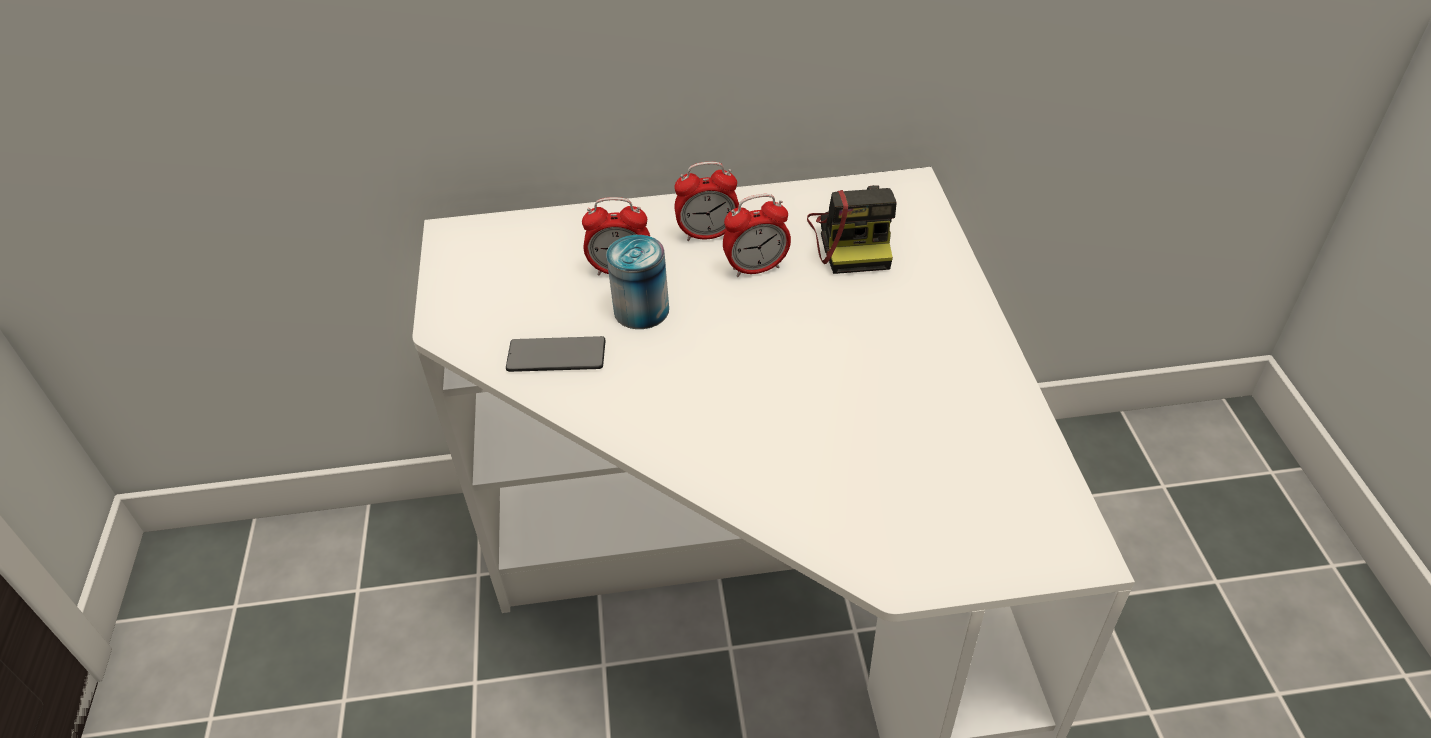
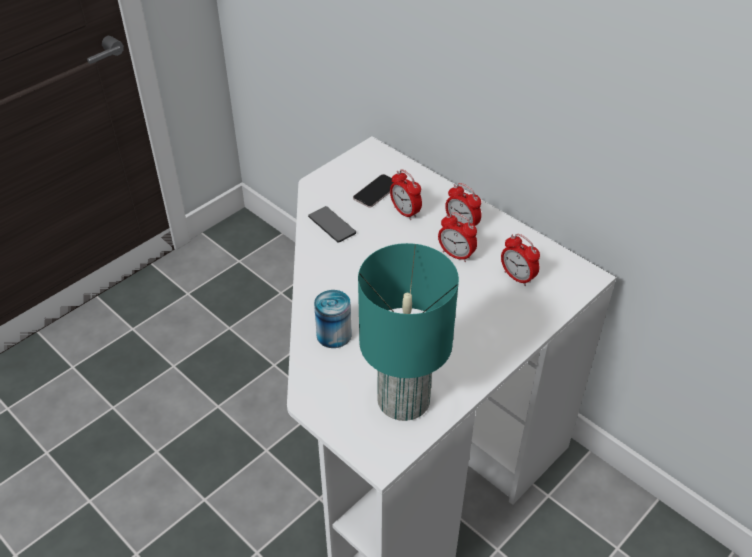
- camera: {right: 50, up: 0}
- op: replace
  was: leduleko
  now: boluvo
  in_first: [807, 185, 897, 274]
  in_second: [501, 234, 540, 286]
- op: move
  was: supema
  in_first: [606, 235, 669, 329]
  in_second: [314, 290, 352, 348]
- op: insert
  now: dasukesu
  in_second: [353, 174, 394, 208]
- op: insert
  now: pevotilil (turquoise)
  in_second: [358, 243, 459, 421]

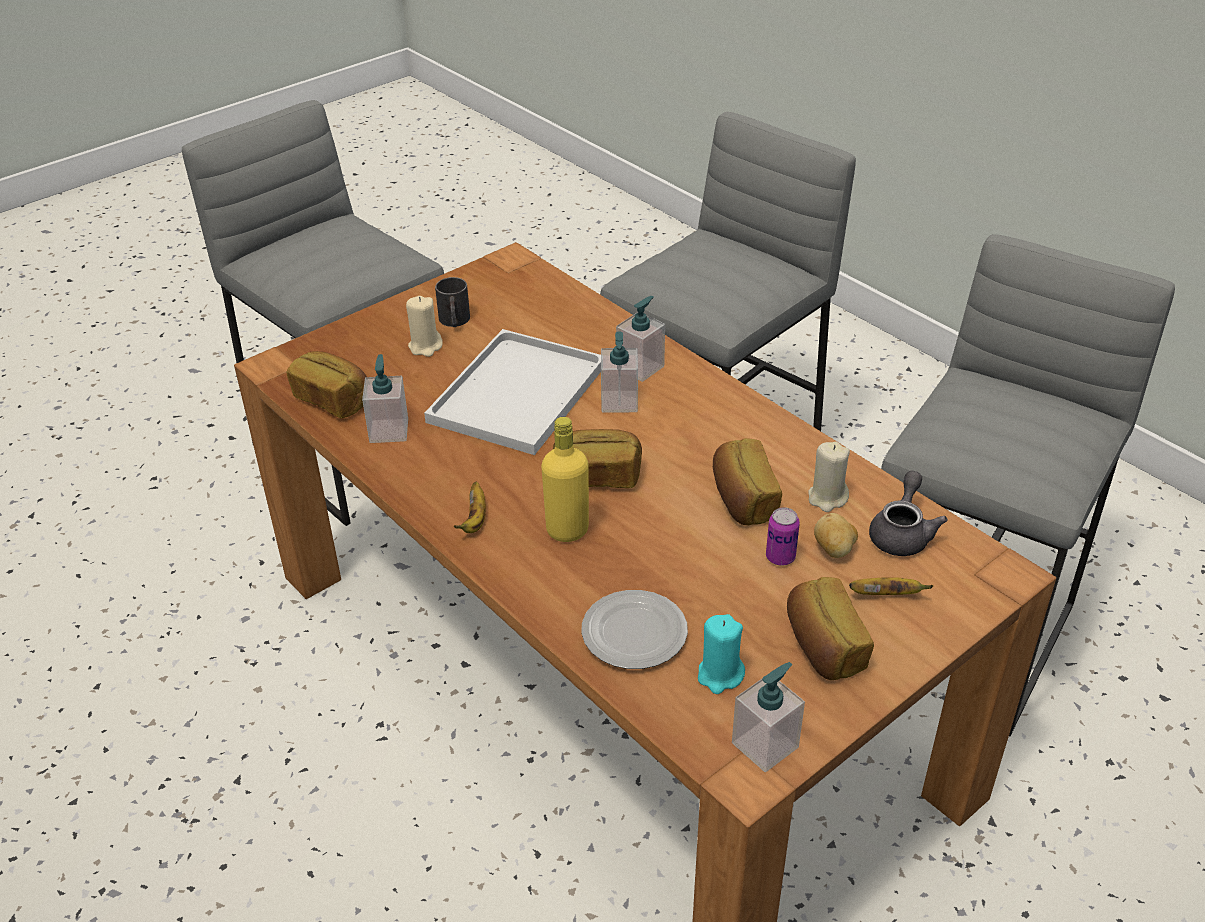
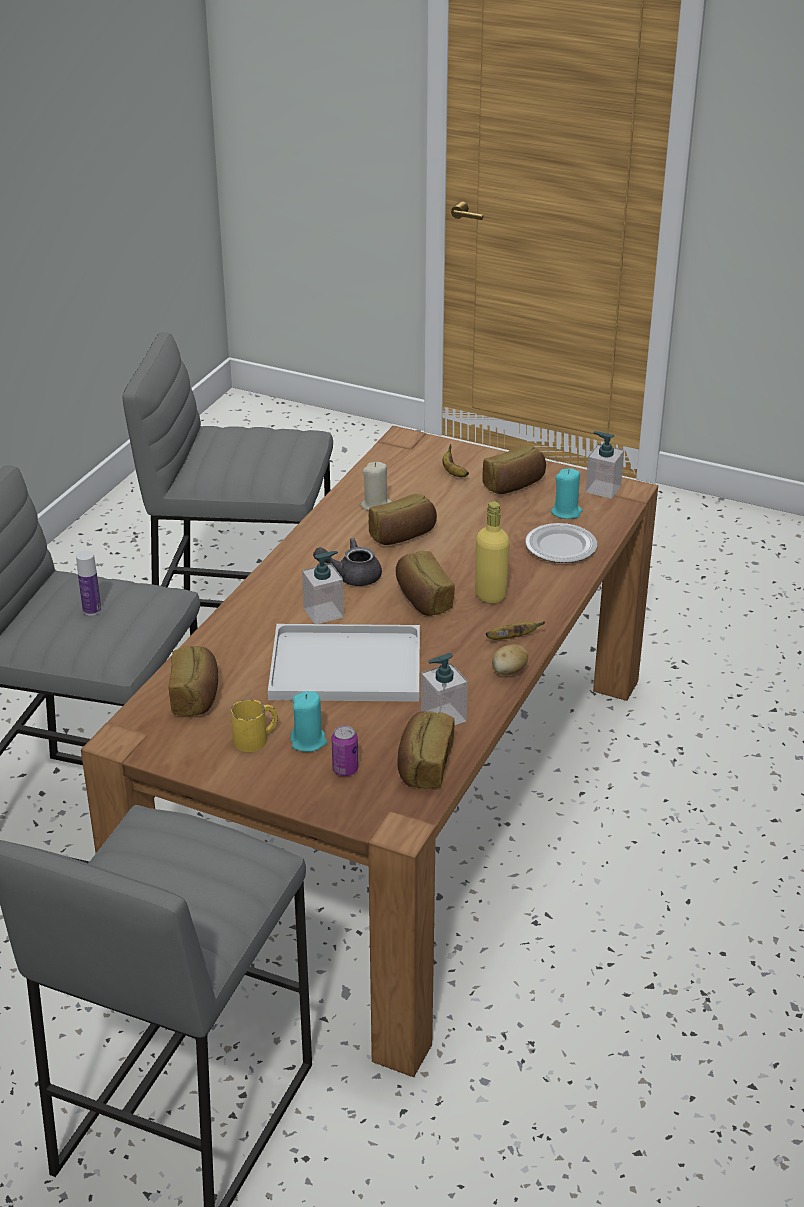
- camera: {right: -115, up: -5}
- op: recolor
  was: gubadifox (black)
  now: gubadifox (yellow)
  in_first: [435, 277, 470, 327]
  in_second: [231, 699, 278, 752]
- op: recolor
  was: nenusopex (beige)
  now: nenusopex (turquoise)
  in_first: [406, 296, 443, 357]
  in_second: [290, 691, 327, 752]
- op: delete
  was: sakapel
  in_first: [616, 296, 665, 382]
- op: move
  was: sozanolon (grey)
  in_first: [869, 471, 948, 556]
  in_second: [313, 538, 382, 586]
- op: move
  was: supema
  in_first: [766, 507, 800, 566]
  in_second: [332, 725, 358, 776]
- op: move
  was: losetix
  in_first: [814, 513, 858, 558]
  in_second: [492, 645, 528, 675]
- op: insert
  now: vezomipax
  in_second: [76, 550, 101, 616]
- op: insert
  now: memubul
  in_second: [169, 646, 218, 716]

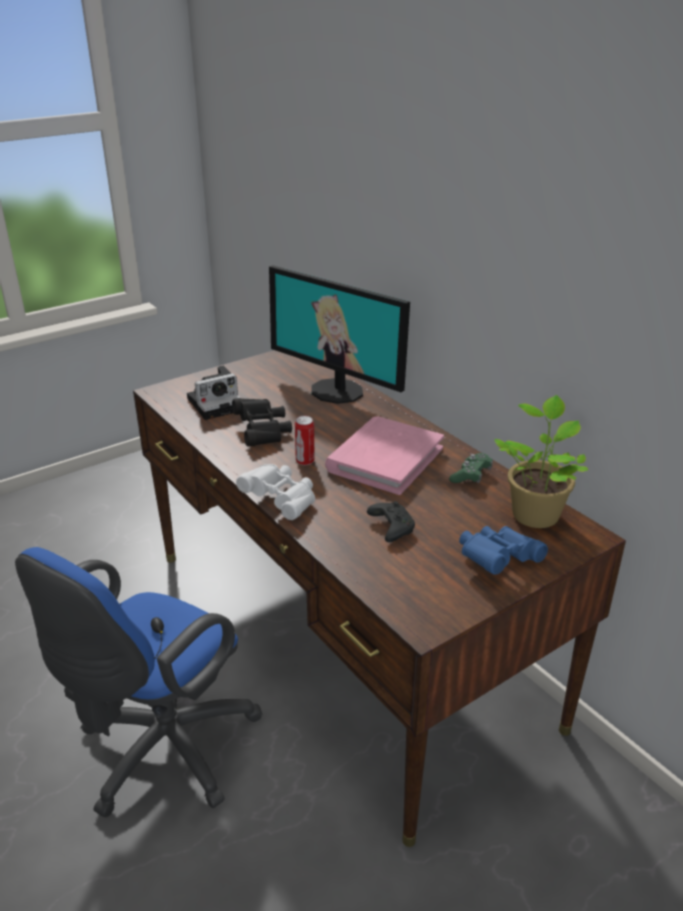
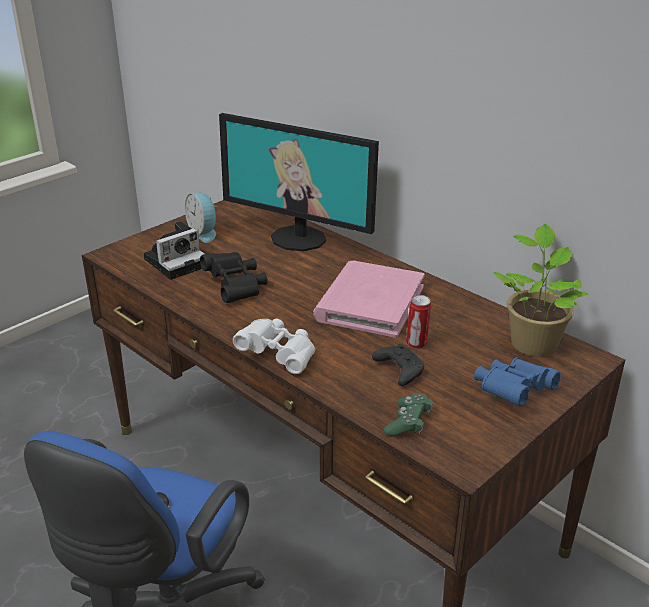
- camera: {right: -10, up: 0}
- op: move
  was: supema
  in_first: [295, 415, 314, 465]
  in_second: [406, 295, 431, 349]
- op: move
  was: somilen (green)
  in_first: [449, 453, 493, 483]
  in_second: [384, 393, 433, 436]
- op: insert
  now: boluvo
  in_second: [185, 192, 217, 243]

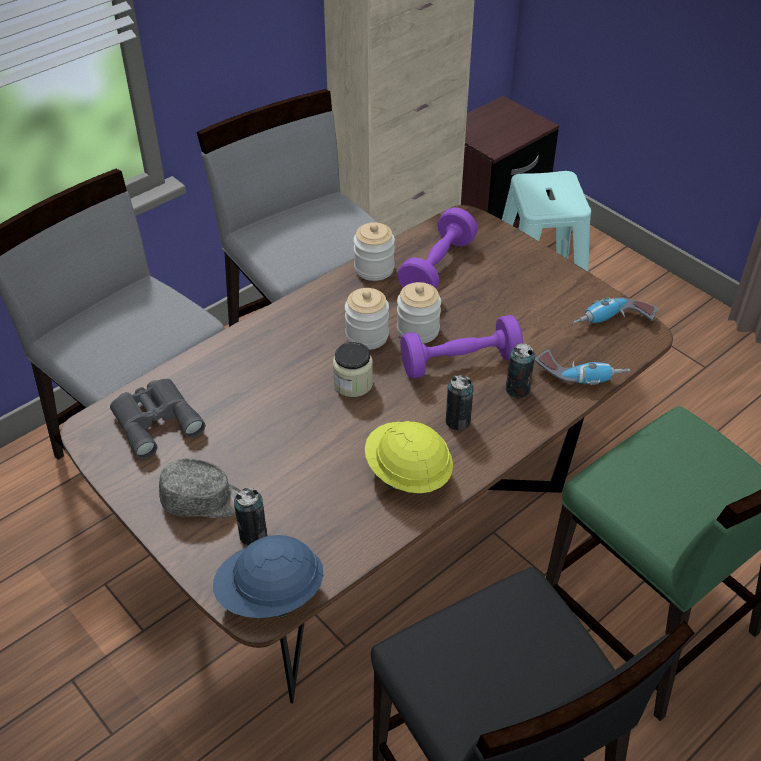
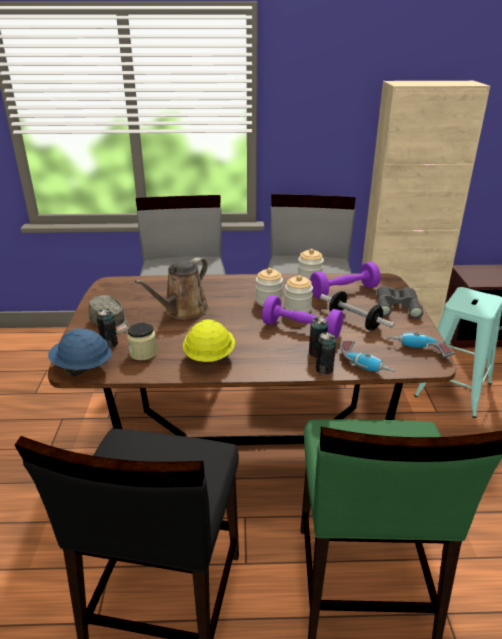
- camera: {right: 40, up: -15}
- op: move
  was: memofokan
  in_first: [333, 342, 373, 397]
  in_second: [127, 323, 157, 360]
- op: move
  was: supema
  in_first: [446, 375, 474, 430]
  in_second: [316, 332, 336, 375]
- op: move
  was: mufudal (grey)
  in_first: [110, 379, 205, 459]
  in_second: [376, 286, 423, 319]
- op: insert
  now: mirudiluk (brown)
  in_second: [135, 257, 209, 319]
- op: insert
  now: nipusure
  in_second: [320, 291, 395, 331]

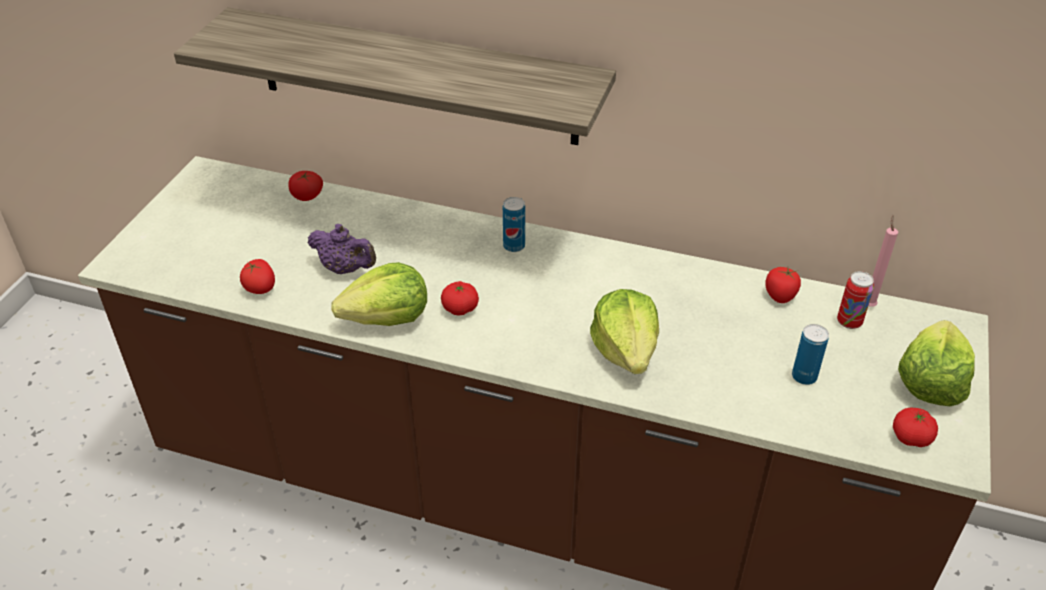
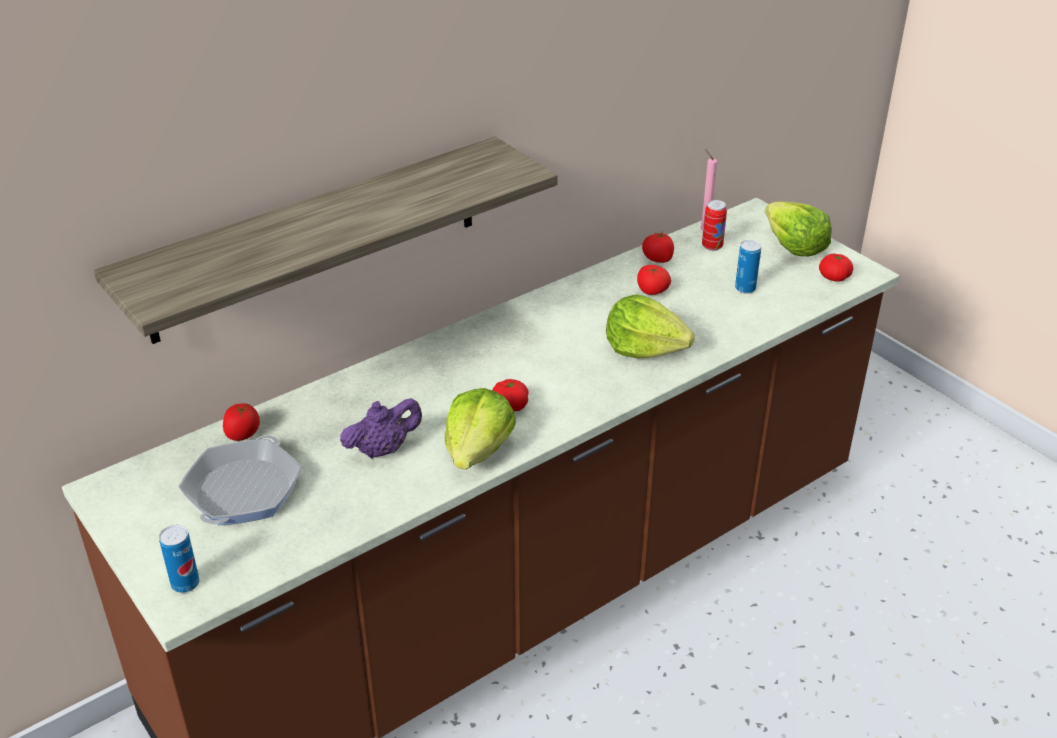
- camera: {right: -55, up: -5}
- op: move
  was: supema
  in_first: [503, 197, 525, 252]
  in_second: [159, 525, 200, 593]
- op: move
  was: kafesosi
  in_first: [240, 259, 275, 294]
  in_second: [637, 265, 671, 295]
- op: insert
  now: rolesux
  in_second: [178, 435, 302, 525]

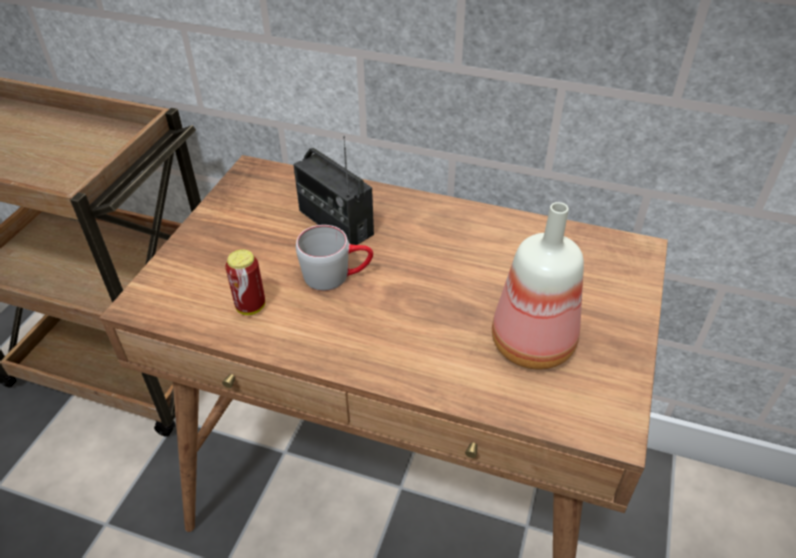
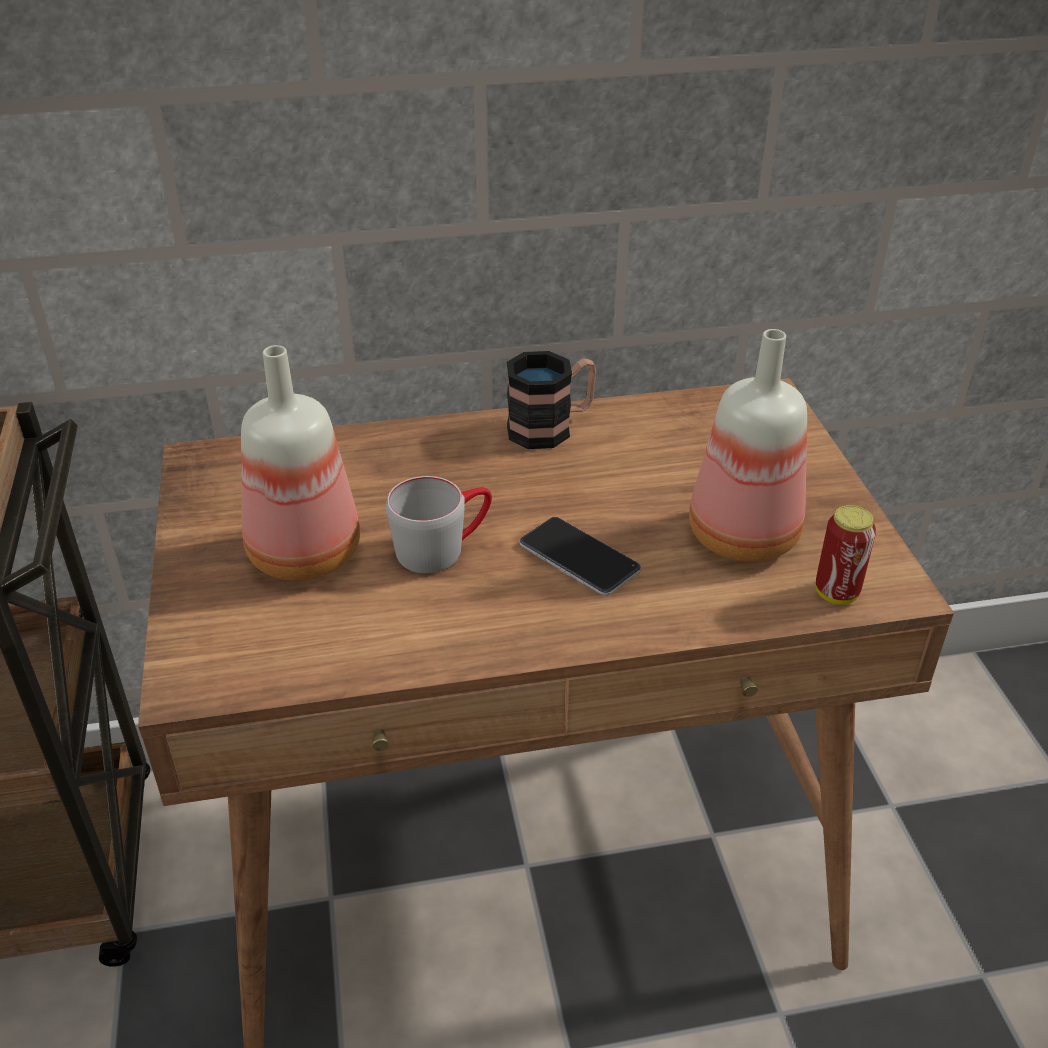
- camera: {right: -30, up: -5}
- op: delete
  was: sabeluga
  in_first: [293, 136, 374, 245]
- op: move
  was: supema
  in_first: [225, 249, 265, 315]
  in_second: [815, 505, 876, 604]
- op: insert
  now: vezomipax
  in_second: [241, 345, 360, 581]
- op: insert
  now: gubadifox
  in_second: [507, 351, 596, 449]
- op: insert
  now: dasukesu
  in_second: [519, 517, 641, 596]

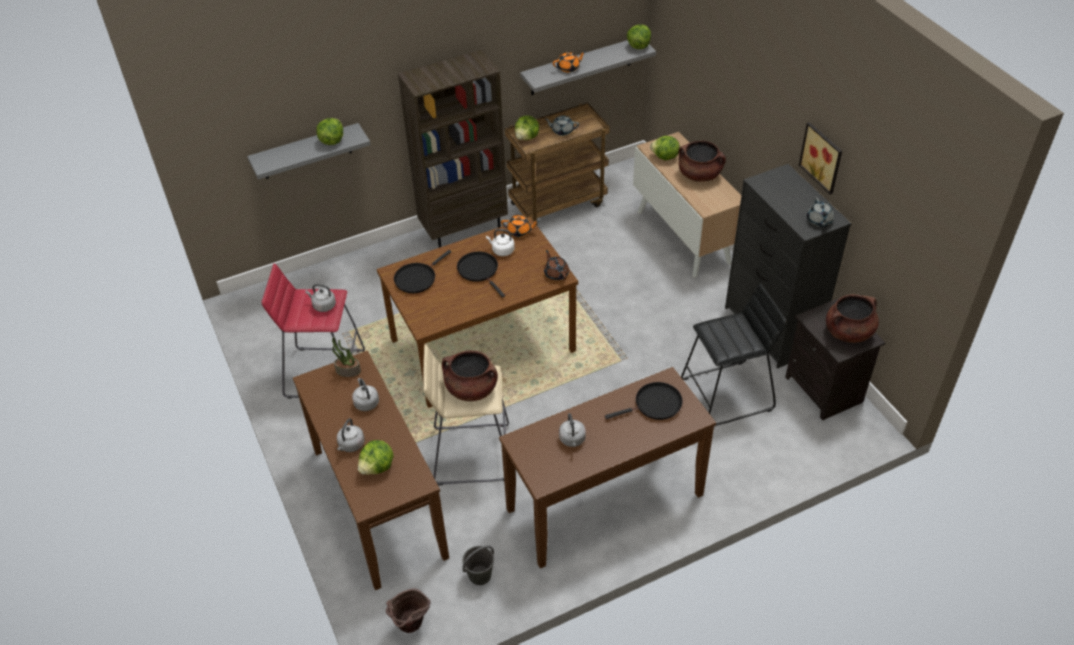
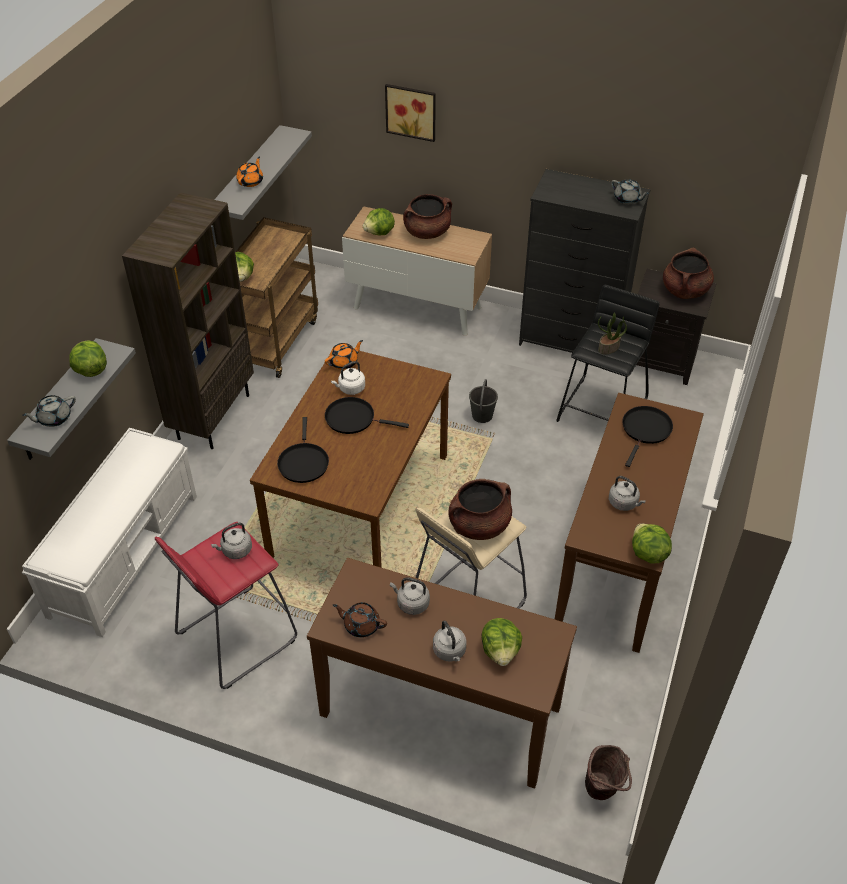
- camera: {right: -45, up: 0}
- op: move
  was: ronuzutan
  in_first: [627, 24, 651, 49]
  in_second: [632, 524, 672, 563]
- op: move
  was: sozanolon (grey)
  in_first: [545, 115, 579, 136]
  in_second: [22, 395, 76, 427]
- op: move
  was: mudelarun
  in_first: [799, 122, 842, 194]
  in_second: [385, 84, 436, 142]
- op: move
  was: sozanolon (brown)
  in_first: [544, 250, 569, 280]
  in_second: [333, 602, 387, 638]
- op: move
  was: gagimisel
  in_first: [332, 337, 361, 377]
  in_second: [598, 312, 627, 355]
- op: move
  was: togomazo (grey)
  in_first: [462, 546, 494, 585]
  in_second: [469, 379, 498, 423]
- op: insert
  now: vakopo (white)
  in_second: [22, 428, 197, 637]

